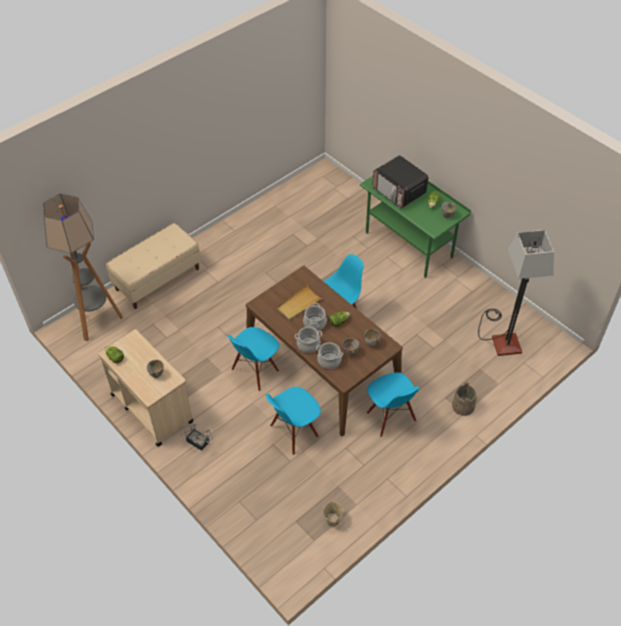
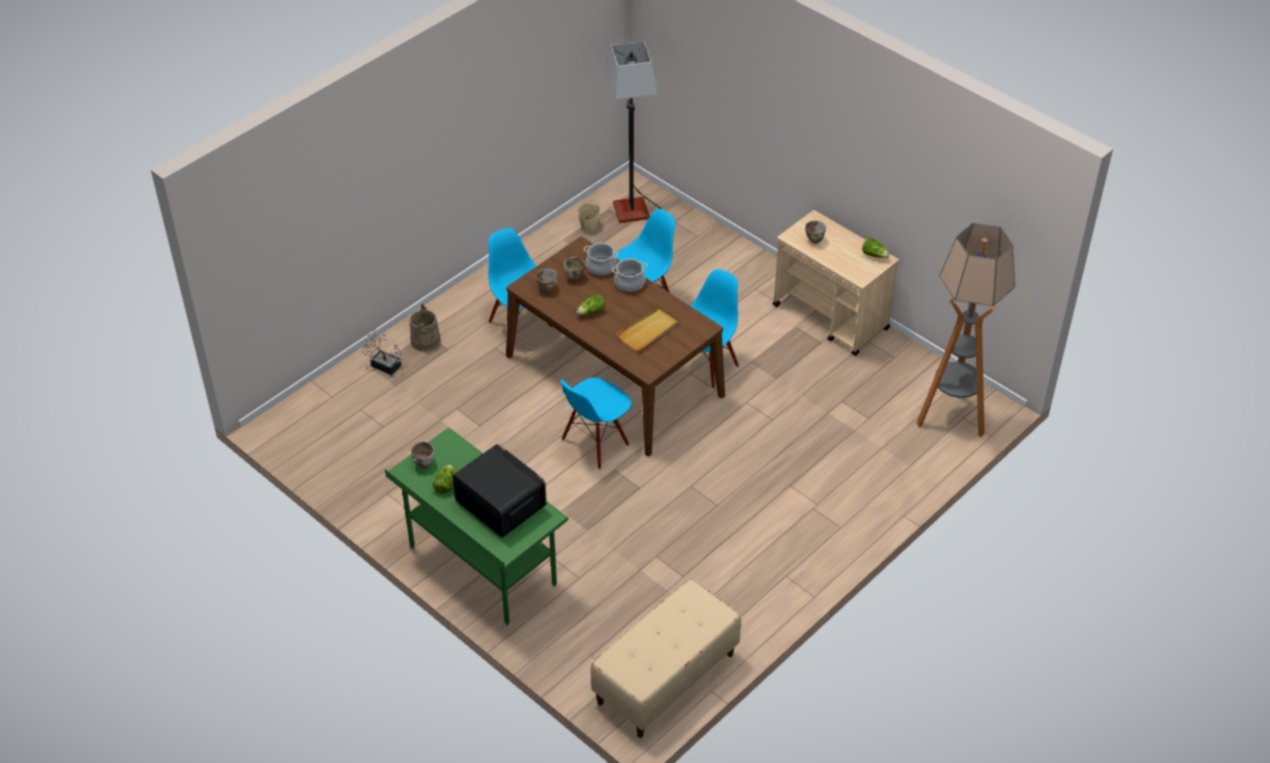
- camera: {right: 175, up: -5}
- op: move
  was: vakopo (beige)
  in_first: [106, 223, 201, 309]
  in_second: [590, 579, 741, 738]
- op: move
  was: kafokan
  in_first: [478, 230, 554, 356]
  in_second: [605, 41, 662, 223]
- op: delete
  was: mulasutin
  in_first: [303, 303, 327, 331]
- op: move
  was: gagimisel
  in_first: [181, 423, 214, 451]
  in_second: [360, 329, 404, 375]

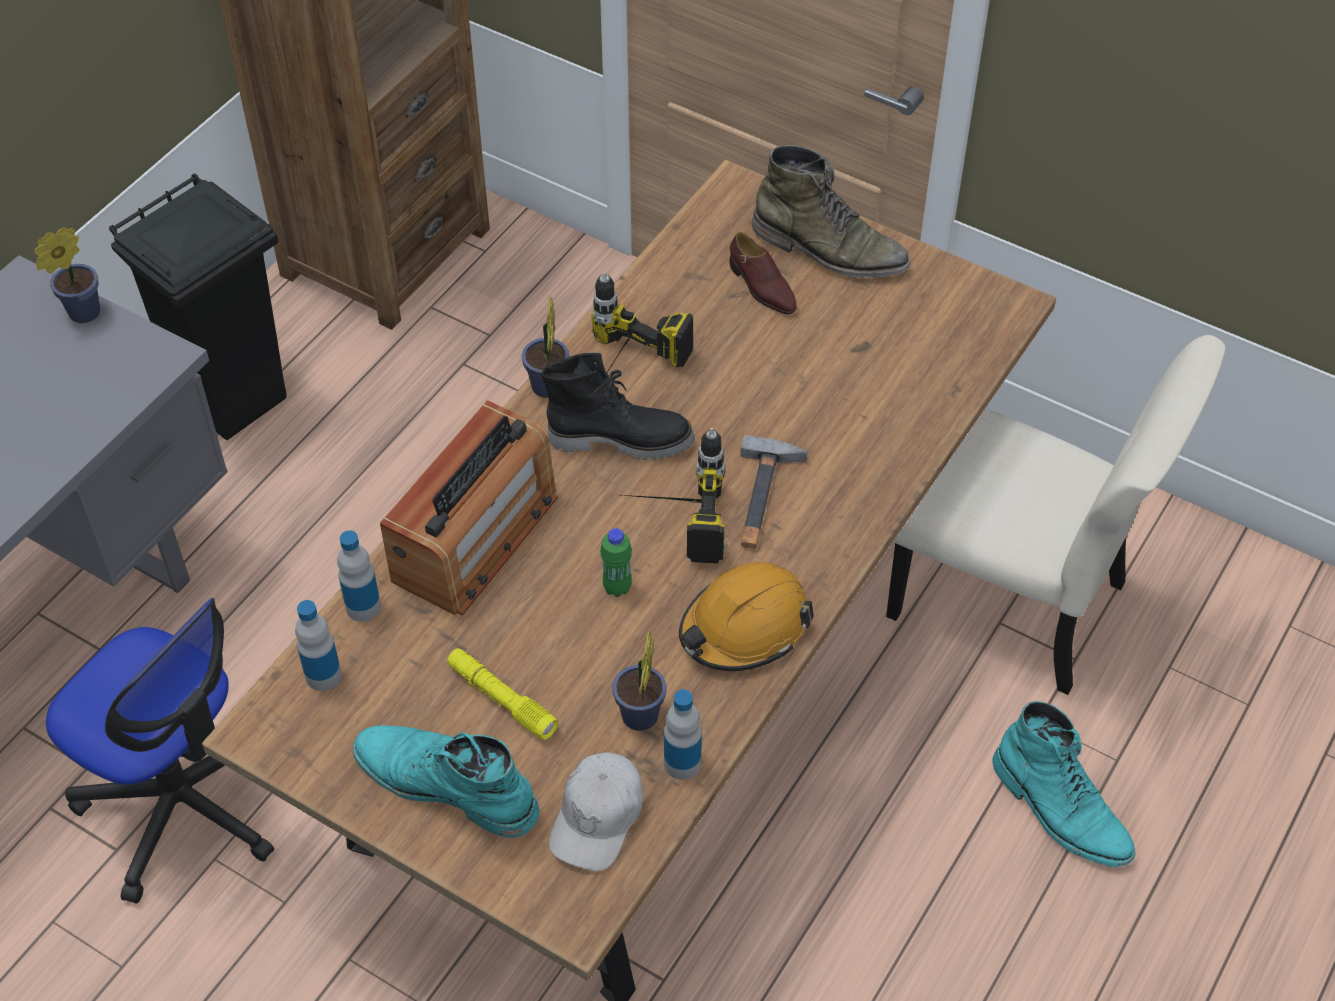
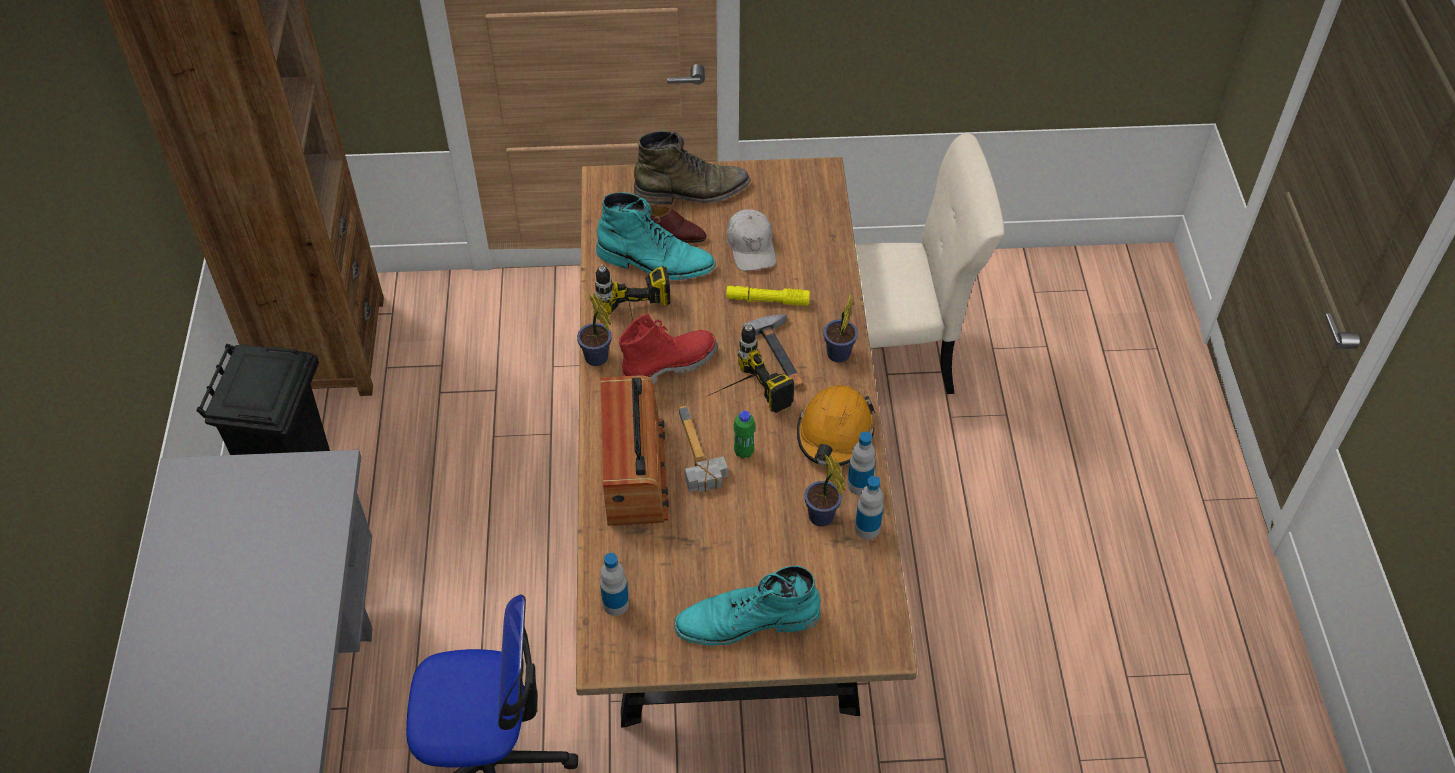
- camera: {right: -35, up: 0}
- op: move
  was: gagimisel
  in_first: [34, 227, 100, 323]
  in_second: [823, 294, 858, 363]
- op: recolor
  was: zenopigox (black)
  now: zenopigox (red)
  in_first: [541, 353, 695, 460]
  in_second: [619, 313, 717, 384]
- op: move
  was: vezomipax
  in_first: [337, 530, 381, 622]
  in_second: [847, 431, 875, 495]
- op: move
  was: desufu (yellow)
  in_first: [447, 648, 558, 740]
  in_second: [726, 286, 810, 306]
- op: move
  was: zenopigox (turquoise)
  in_first: [992, 701, 1135, 867]
  in_second: [596, 192, 716, 280]
- op: move
  was: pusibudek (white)
  in_first: [549, 752, 644, 871]
  in_second: [727, 209, 776, 271]
- op: insert
  now: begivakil
  in_second: [679, 405, 728, 492]

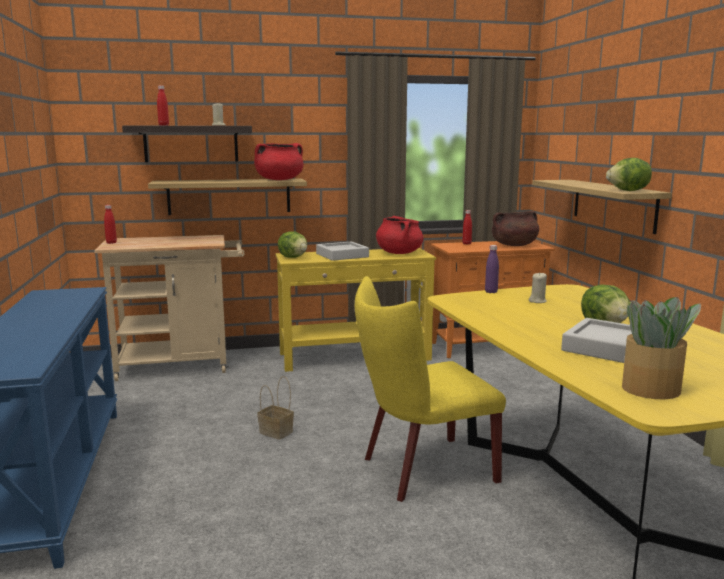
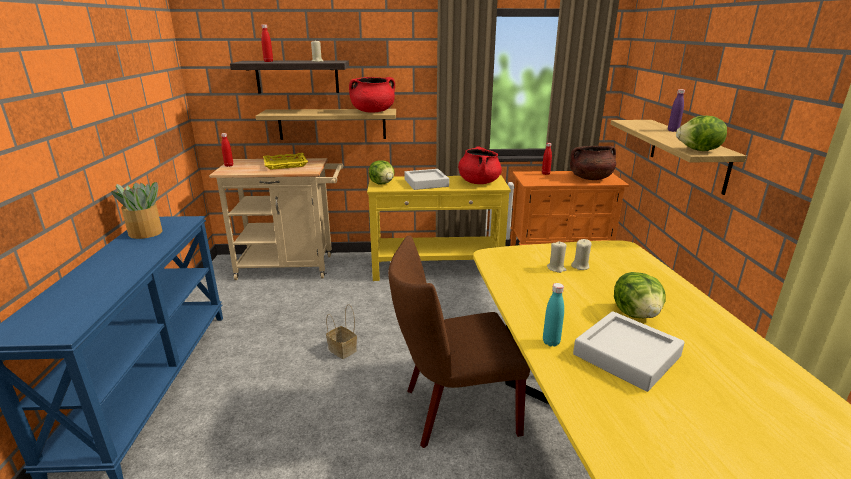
- camera: {right: 10, up: 10}
- op: move
  was: vezomipax (purple)
  in_first: [485, 245, 499, 293]
  in_second: [668, 89, 685, 132]
- op: recolor
  was: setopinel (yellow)
  now: setopinel (brown)
  in_first: [355, 276, 506, 502]
  in_second: [388, 235, 530, 448]
- op: move
  was: gagimisel
  in_first: [622, 297, 701, 399]
  in_second: [111, 182, 162, 239]
- op: insert
  now: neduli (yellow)
  in_second: [263, 153, 308, 170]
- op: insert
  now: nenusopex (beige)
  in_second: [547, 241, 567, 273]
- op: insert
  now: vezomipax (turquoise)
  in_second: [543, 283, 564, 347]

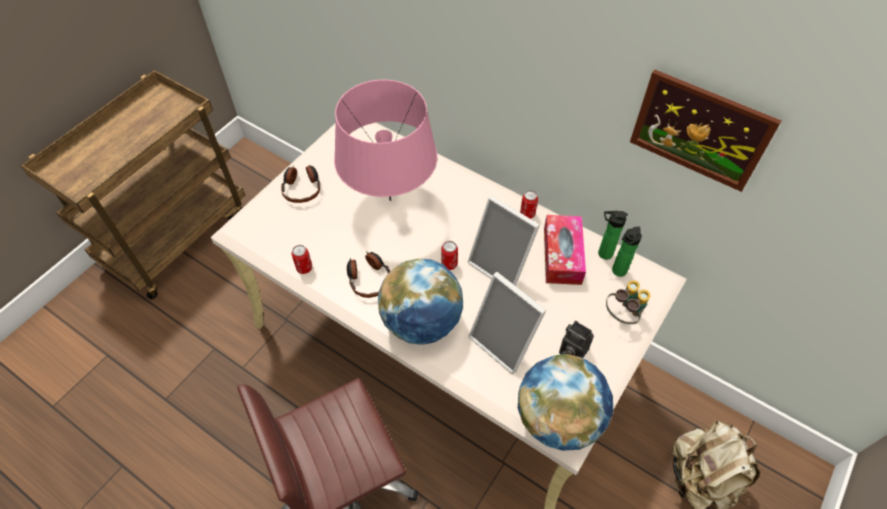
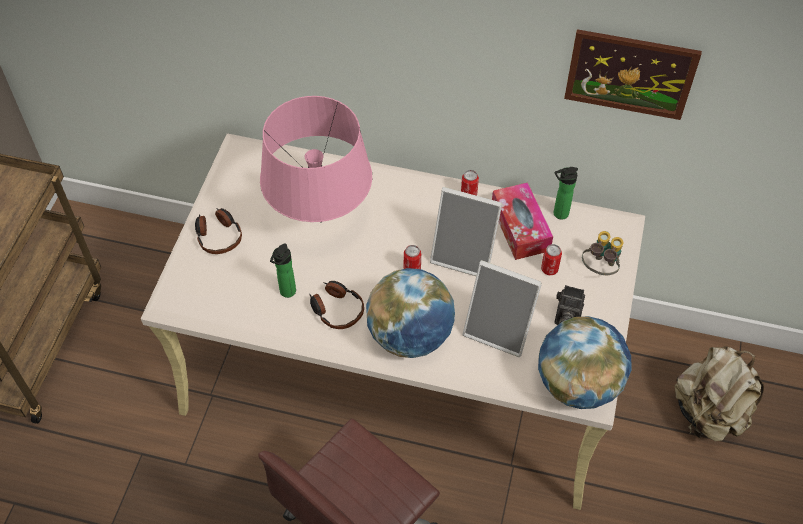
- camera: {right: -20, up: 0}
- op: move
  was: vezomipax
  in_first: [612, 226, 642, 277]
  in_second: [270, 243, 296, 298]
- op: move
  was: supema
  in_first: [292, 245, 312, 274]
  in_second: [541, 244, 562, 275]

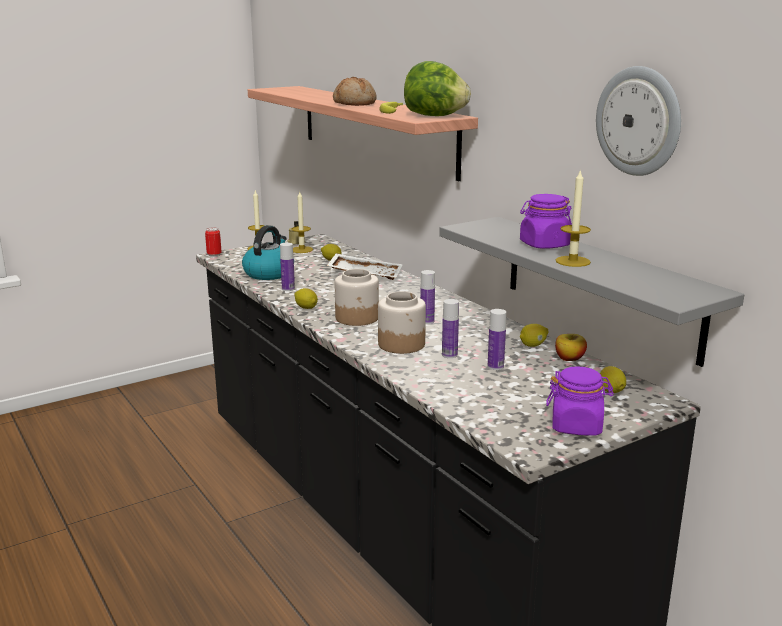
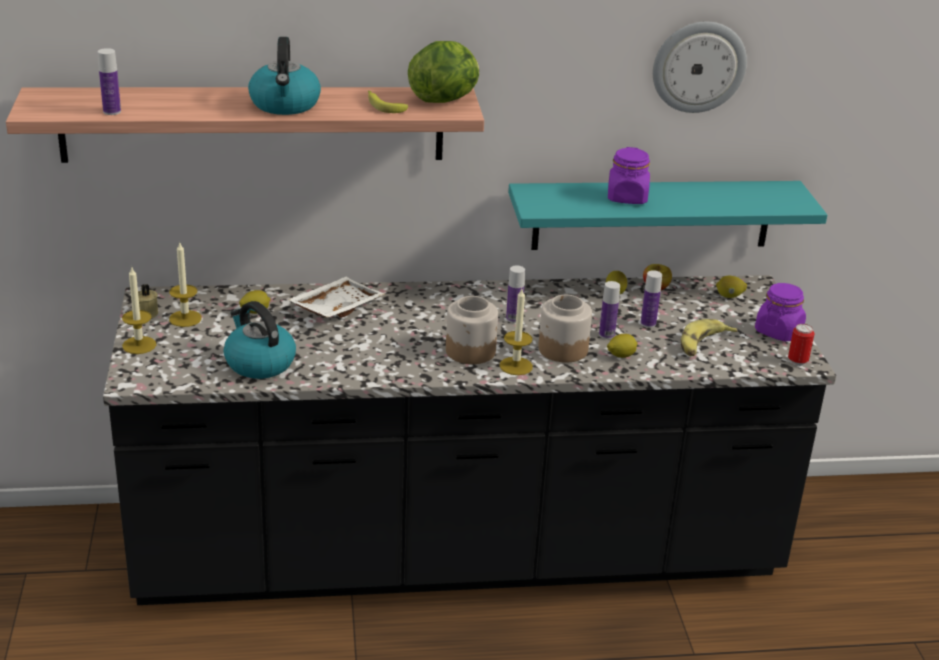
- camera: {right: -65, up: 10}
- op: replace
  was: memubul
  now: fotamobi
  in_first: [333, 77, 377, 106]
  in_second: [248, 37, 321, 115]
- op: move
  was: nenusopex
  in_first: [555, 169, 591, 267]
  in_second: [499, 289, 533, 375]
- op: recolor
  was: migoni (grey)
  now: migoni (turquoise)
  in_first: [439, 217, 744, 367]
  in_second: [508, 181, 827, 250]
- op: move
  was: supema
  in_first: [205, 227, 222, 257]
  in_second: [788, 324, 815, 366]
- op: move
  was: vezomipax
  in_first: [280, 243, 295, 291]
  in_second: [98, 48, 121, 115]
- op: move
  was: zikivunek
  in_first: [294, 288, 318, 309]
  in_second: [607, 334, 638, 358]
- op: insert
  now: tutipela
  in_second: [681, 319, 737, 356]

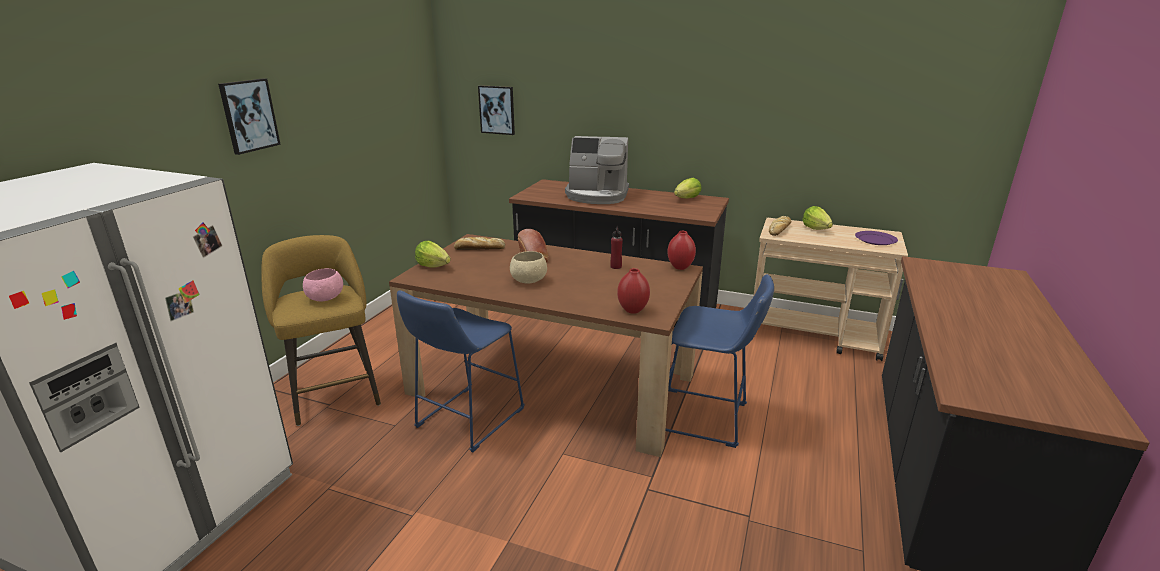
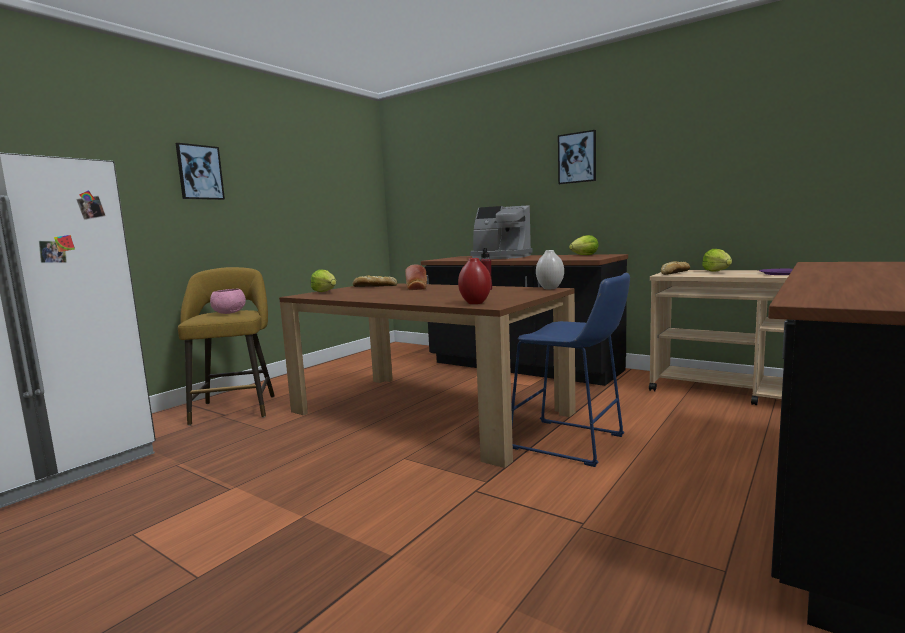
- camera: {right: 15, up: -15}
- op: move
  was: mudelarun
  in_first: [478, 85, 515, 135]
  in_second: [558, 130, 596, 184]
- op: recolor
  was: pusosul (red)
  now: pusosul (white)
  in_first: [667, 231, 696, 270]
  in_second: [536, 250, 564, 289]
- op: delete
  was: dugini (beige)
  in_first: [510, 251, 547, 284]
- op: delete
  was: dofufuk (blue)
  in_first: [397, 290, 525, 452]

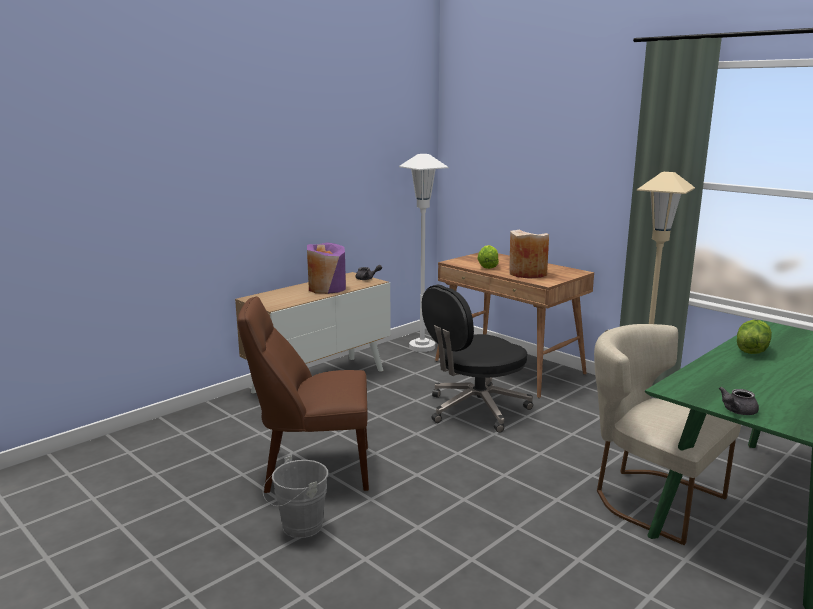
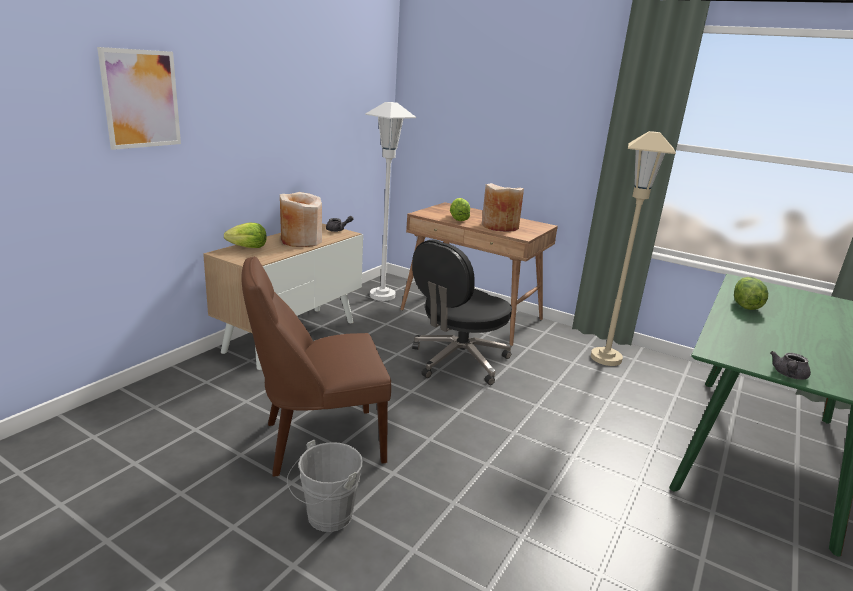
- camera: {right: -15, up: 5}
- op: recolor
  was: pusosul (purple)
  now: pusosul (beige)
  in_first: [307, 242, 346, 294]
  in_second: [280, 192, 322, 247]
- op: delete
  was: setopinel (beige)
  in_first: [594, 324, 741, 545]
- op: insert
  now: mudelarun
  in_second: [97, 47, 181, 150]
- op: insert
  now: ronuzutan
  in_second: [224, 223, 267, 248]

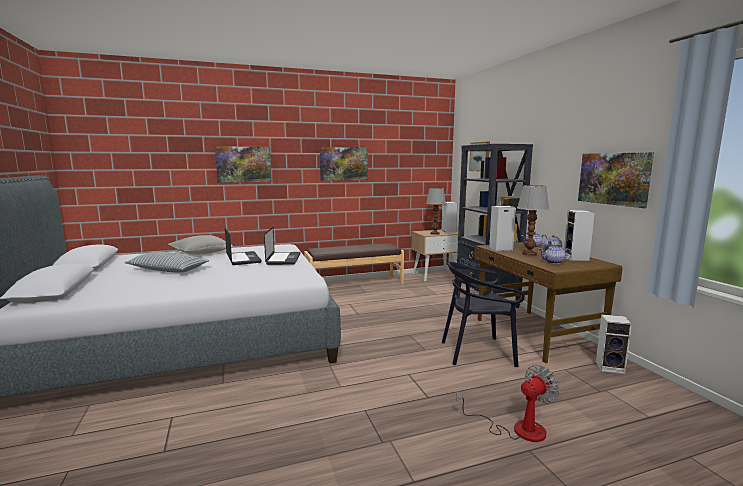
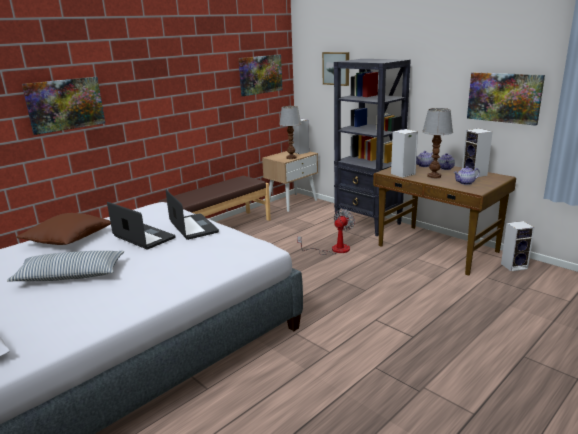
- camera: {right: -25, up: 10}
- op: move
  was: mudelarun
  in_first: [320, 147, 368, 181]
  in_second: [239, 54, 282, 96]
- op: recolor
  was: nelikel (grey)
  now: nelikel (brown)
  in_first: [168, 235, 233, 254]
  in_second: [16, 213, 111, 245]
- op: delete
  was: setopinel (black)
  in_first: [442, 262, 525, 367]
- op: move
  was: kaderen
  in_first: [457, 365, 560, 442]
  in_second: [297, 209, 355, 255]

